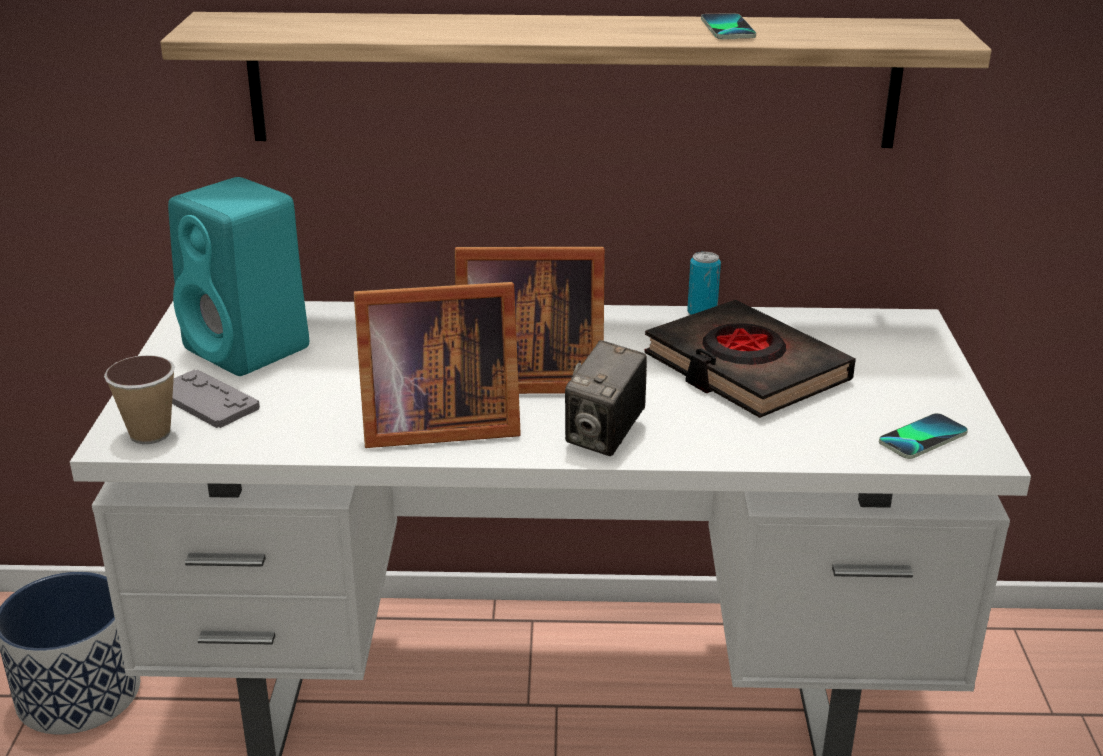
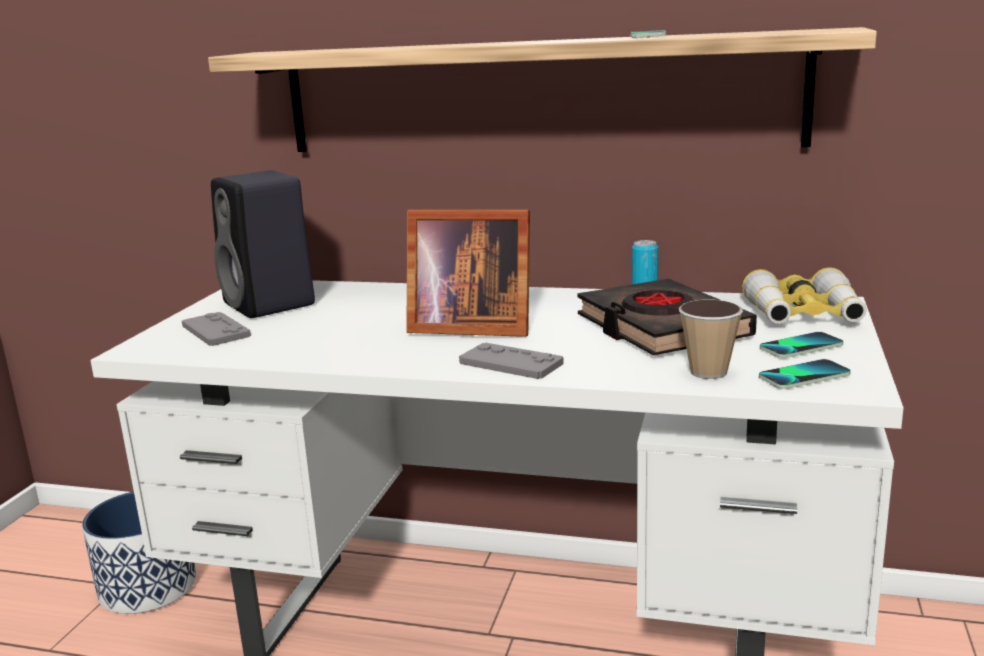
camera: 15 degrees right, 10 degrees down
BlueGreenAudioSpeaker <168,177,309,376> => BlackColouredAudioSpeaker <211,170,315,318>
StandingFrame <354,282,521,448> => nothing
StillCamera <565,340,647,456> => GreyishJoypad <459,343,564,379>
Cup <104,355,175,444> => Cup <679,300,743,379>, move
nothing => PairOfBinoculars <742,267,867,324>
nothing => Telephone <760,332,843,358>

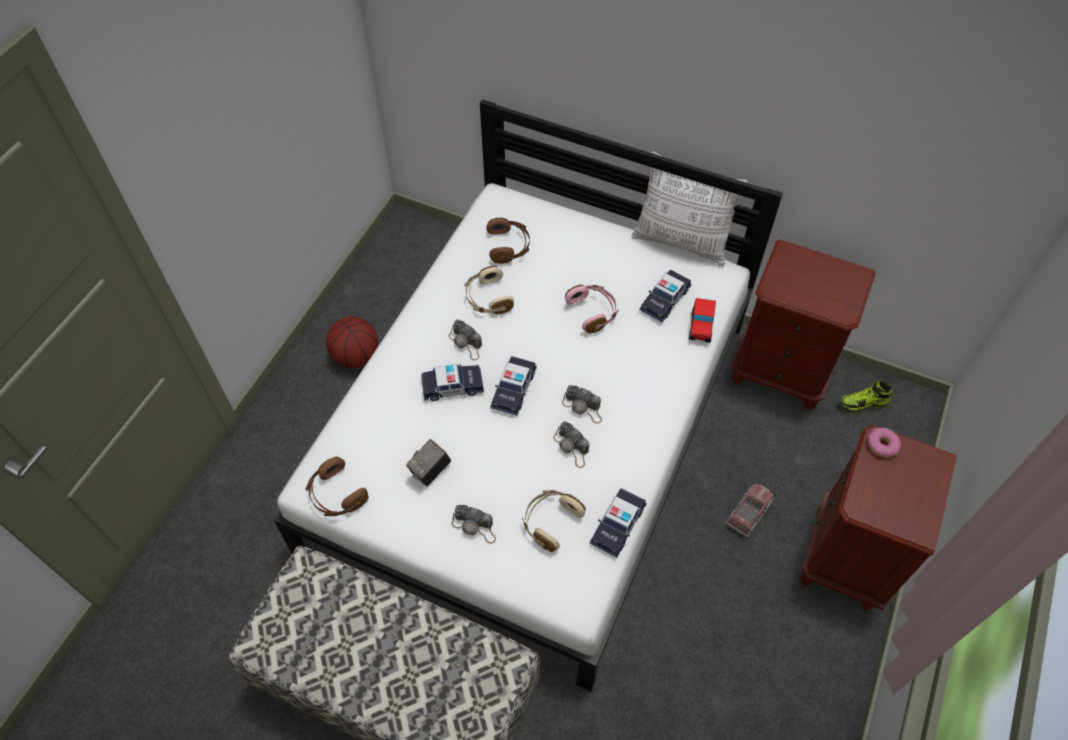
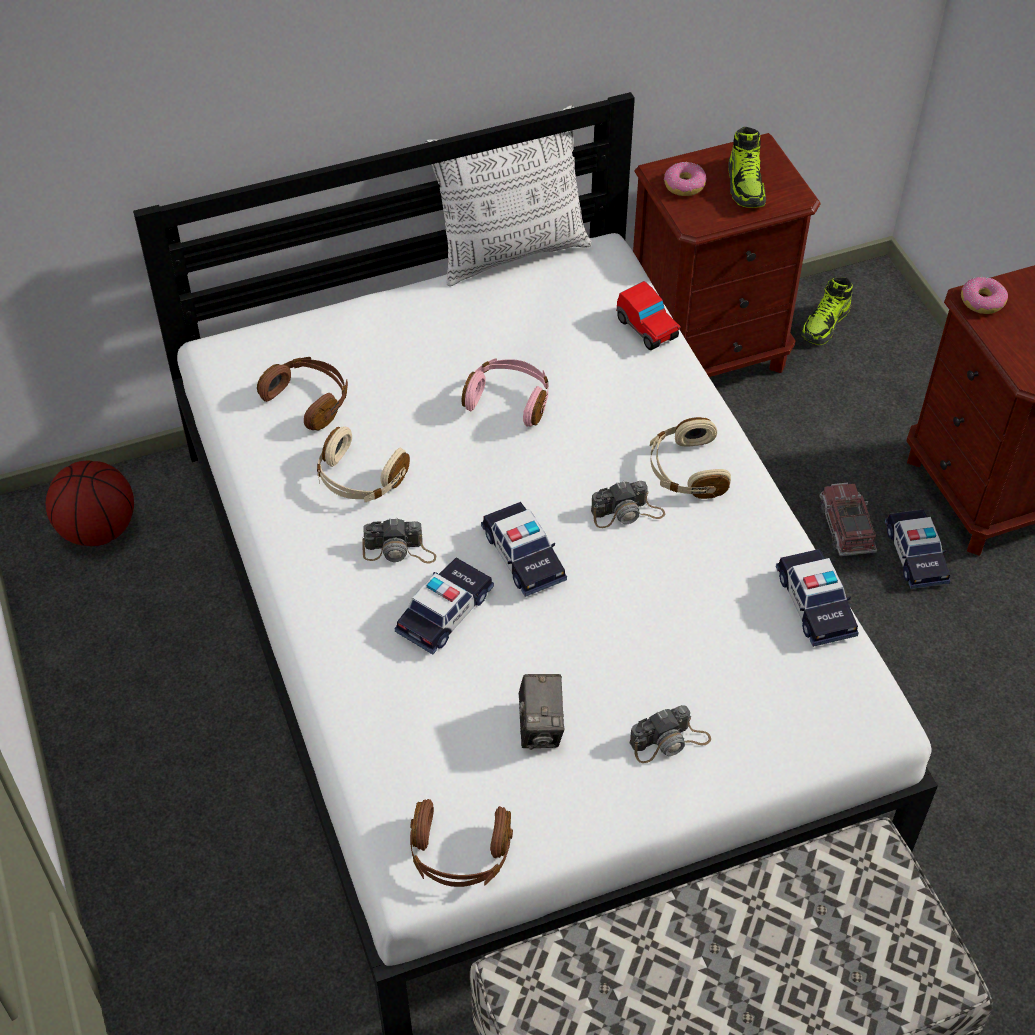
camera: 45 degrees left, 5 degrees down
ToyCar <640,270,692,322> => ToyCar <885,509,950,589>, move
BasketballBall <326,317,378,368> => BasketballBall <46,461,134,546>, move
StillCamera <553,421,589,468> => nothing
BeigeHeadset <522,490,586,552> => BeigeHeadset <650,417,731,499>, move
nothing => Shoe <728,127,766,208>
nothing => Donut <664,162,707,196>

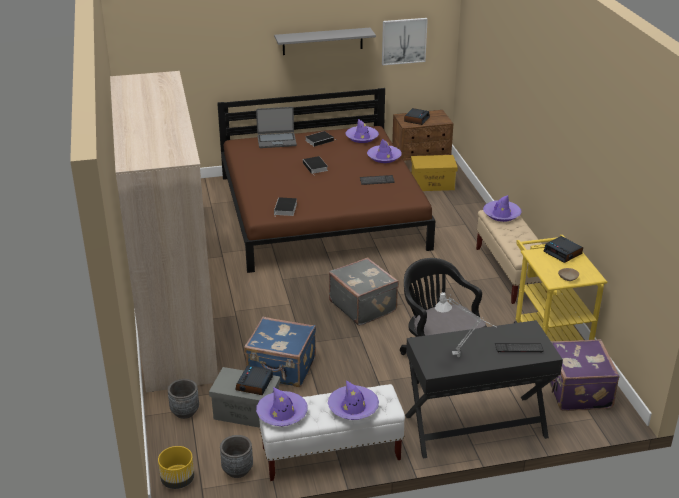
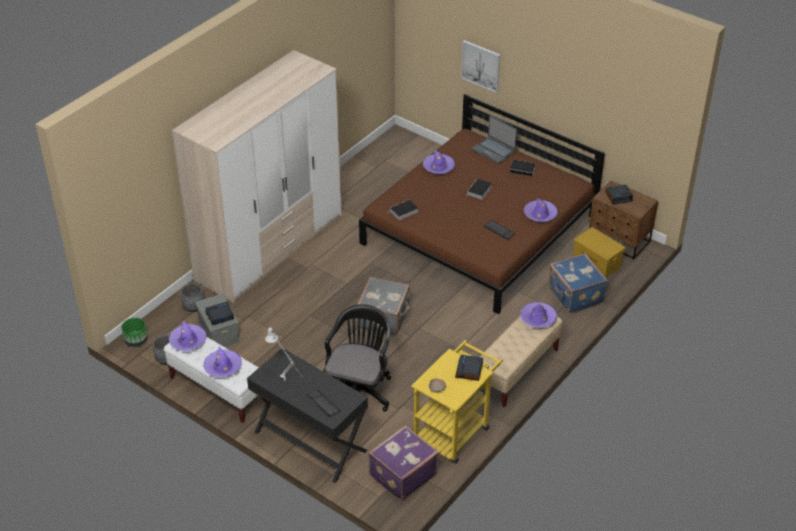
camera: 50 degrees right, 10 degrees up
Picture <382,18,428,65> => Picture <461,40,501,93>, move
GreyishShelf <274,28,376,55> => nothing
PurpleColouredWearableHat <345,119,379,143> => PurpleColouredWearableHat <423,150,455,175>, move
BluishTravelCase <244,317,316,387> => BluishTravelCase <548,253,608,314>, move
YellowishPlanter <158,446,194,489> => GreenishPlanter <121,318,148,347>

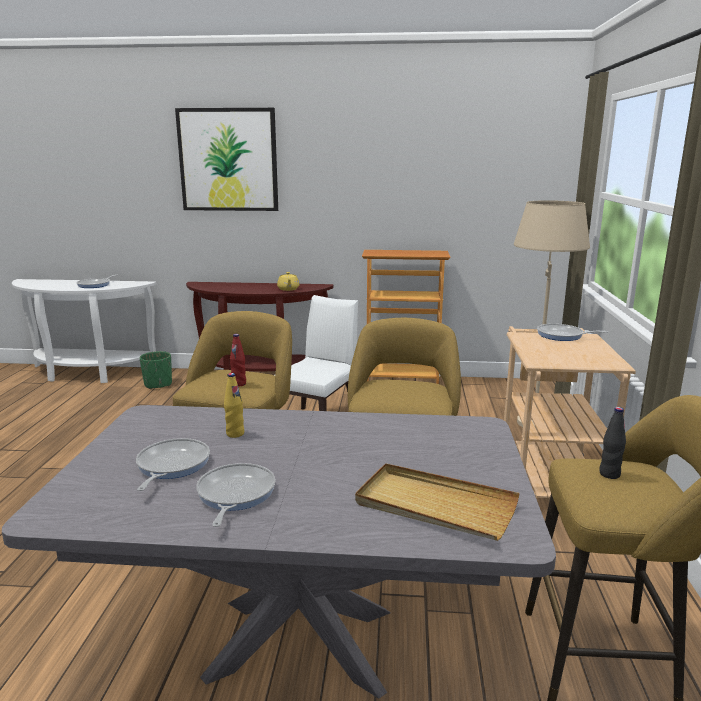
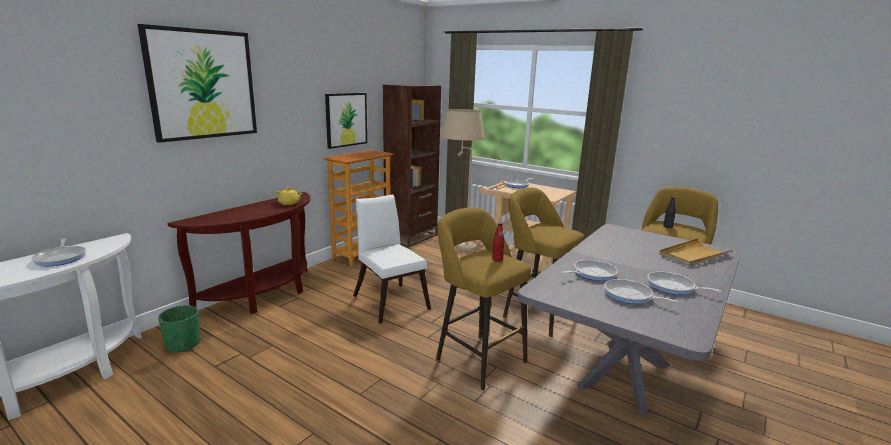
camera: 60 degrees left, 0 degrees up
YellowishDrinkBottle <224,373,244,438> => Skillet <561,260,618,281>
nothing => BrownBookcase <383,84,441,247>
nothing => Picture <325,93,367,149>

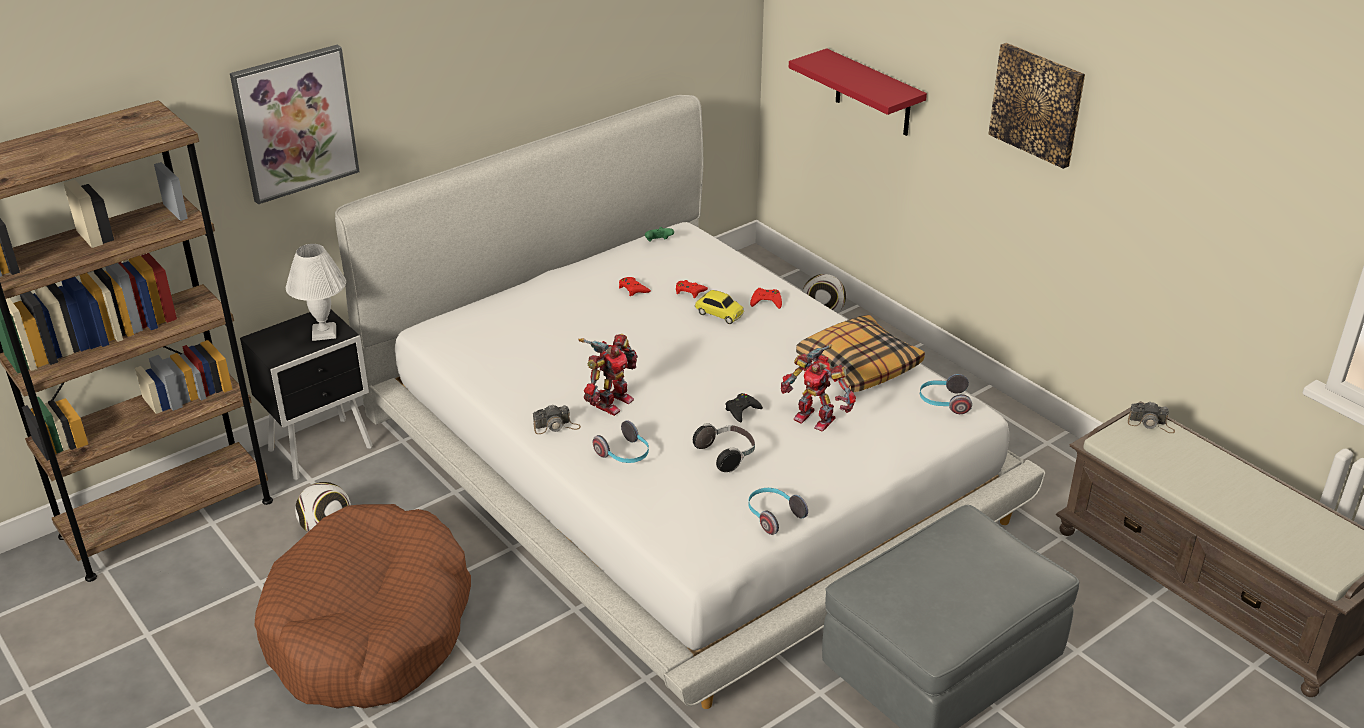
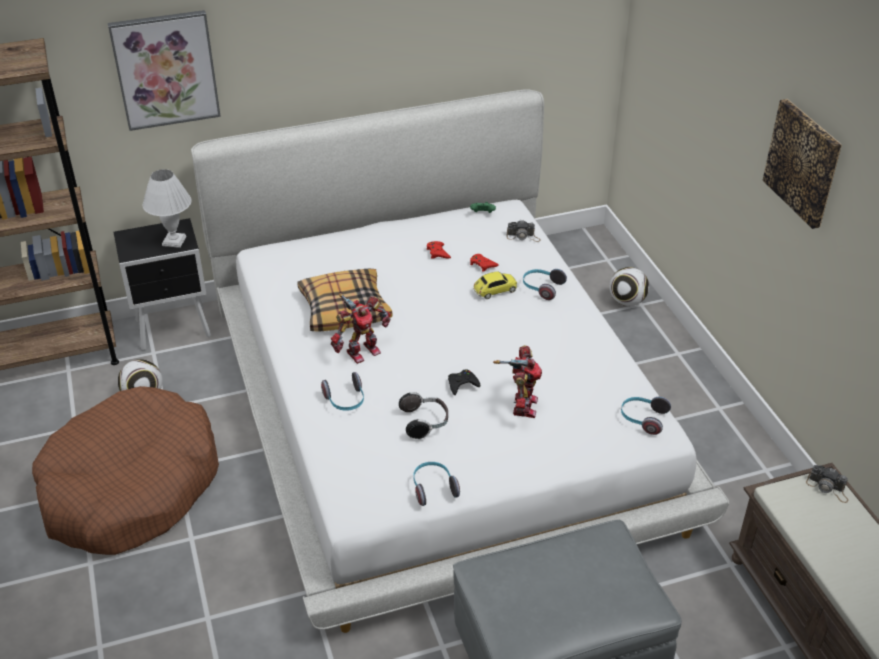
camera: 20 degrees right, 5 degrees up
ReddishShelf <789,48,927,136> => nothing
ReddishJoypad <750,288,782,309> => Headset <523,269,567,300>
ToyCar <695,290,744,324> => ToyCar <473,272,517,299>, 75 degrees counterclockwise
ThrowPillow <796,315,925,392> => ThrowPillow <297,269,392,332>, move
RobotFigure <781,344,856,431> => RobotFigure <493,345,542,418>, 135 degrees counterclockwise
StillCamera <533,405,581,434> => StillCamera <507,220,541,242>, move

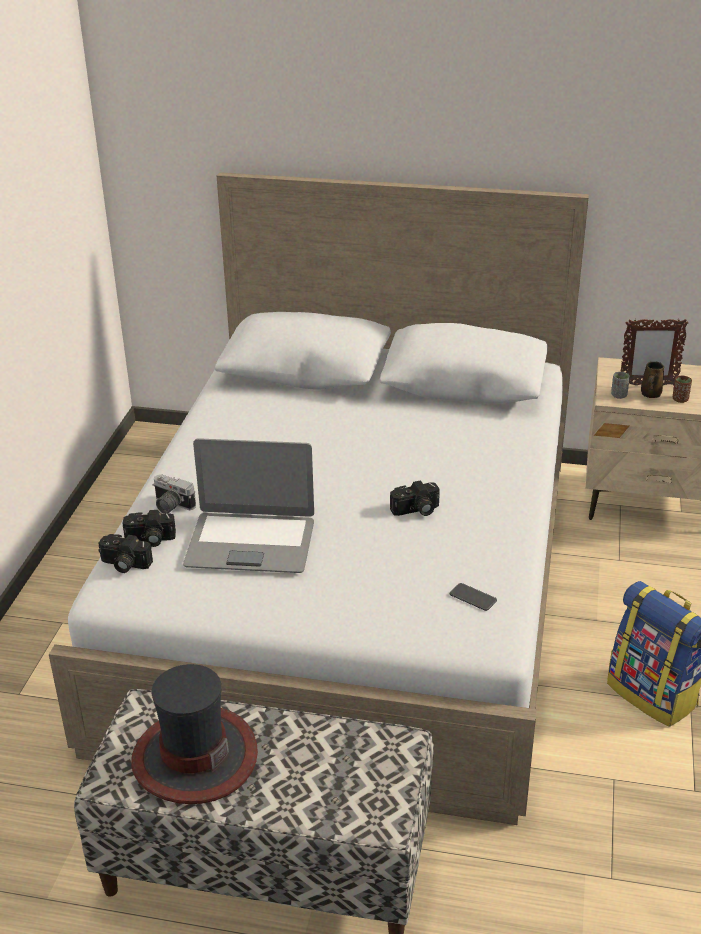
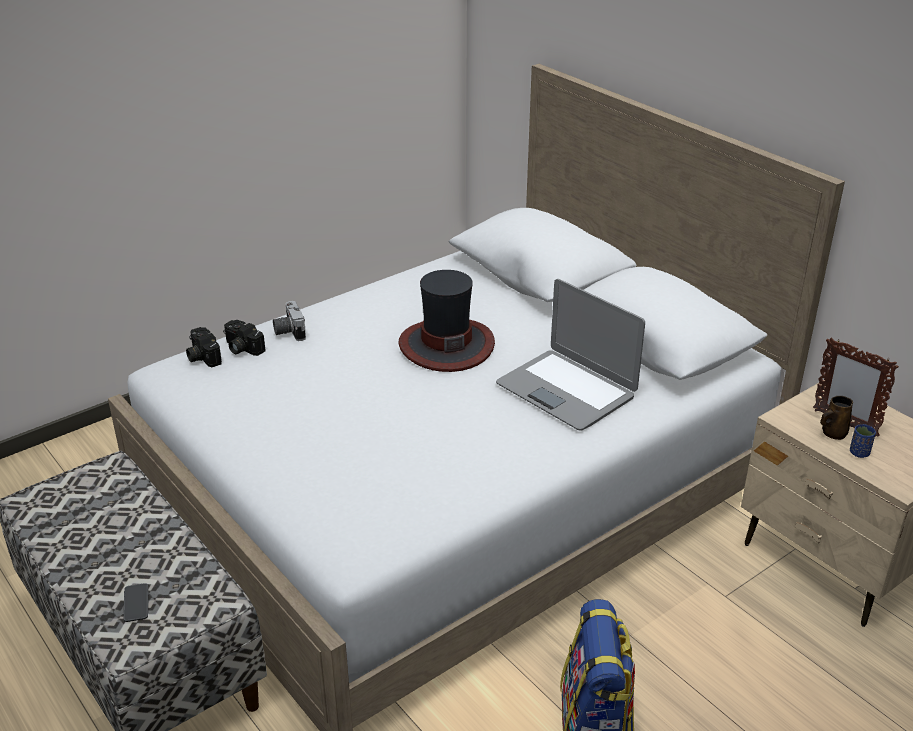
camera: 40 degrees right, 0 degrees up
GreyishCup <611,372,630,399> => nothing
BrownCup <673,376,692,403> => BluishCup <850,424,876,458>
PortableComputer <183,438,314,573> => PortableComputer <496,279,645,430>, move
StillCamera <390,480,440,516> => nothing
Telephone <450,583,497,611> => Telephone <123,583,149,622>, move
WearableHat <131,664,258,804> => WearableHat <399,270,495,372>, move

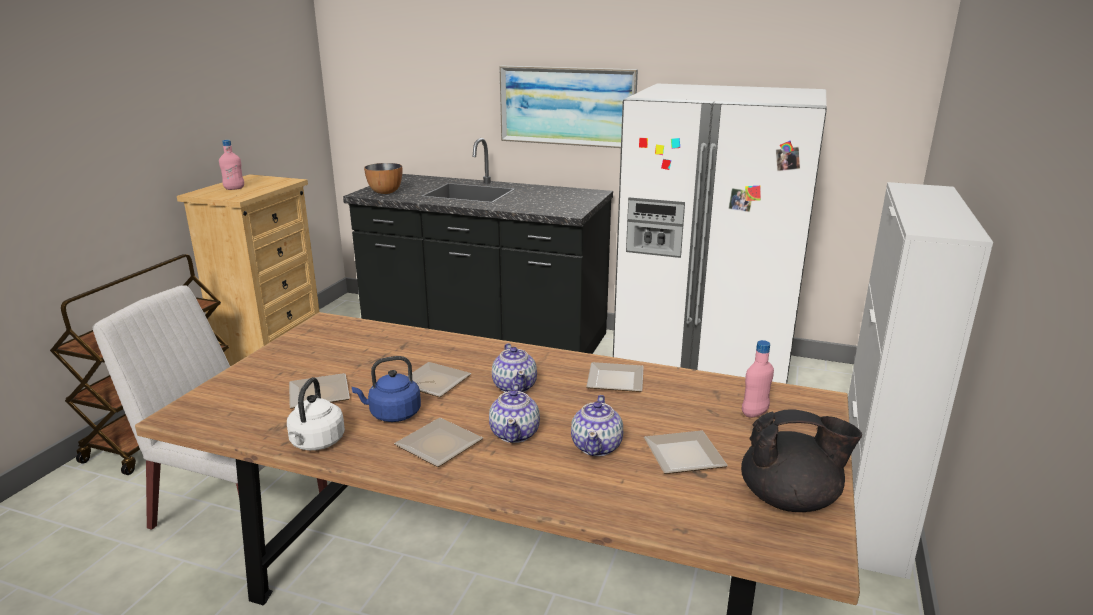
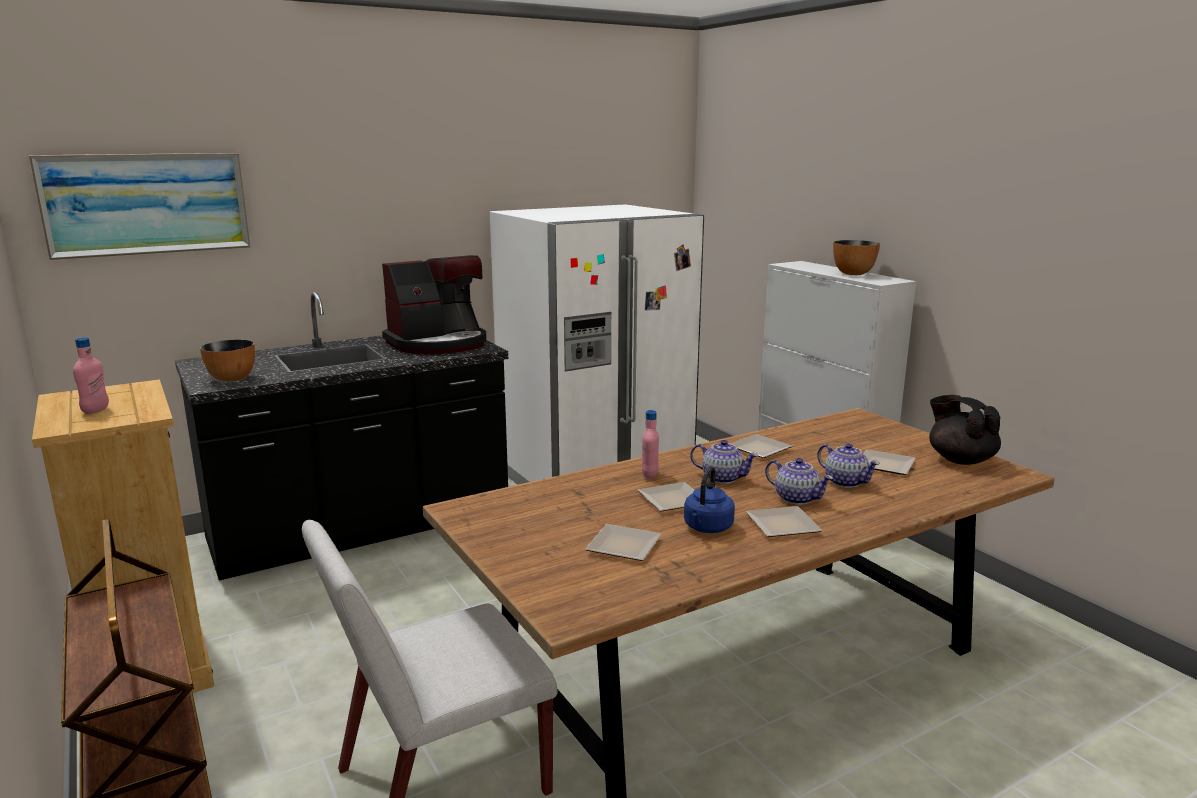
camera: 50 degrees left, 5 degrees down
Picture <499,66,638,148> => Picture <29,153,251,260>, move
PinkColouredDrinkBottle <742,340,774,417> => PinkColouredDrinkBottle <642,410,659,479>, move
WhitishTeaKettle <287,377,345,451> => nothing
BlackColouredPotForTea <741,410,862,512> => BlackColouredPotForTea <929,395,1001,465>, 75 degrees counterclockwise
nothing => ServingBowl <833,240,880,275>
nothing => CoffeeMachine <382,255,486,354>

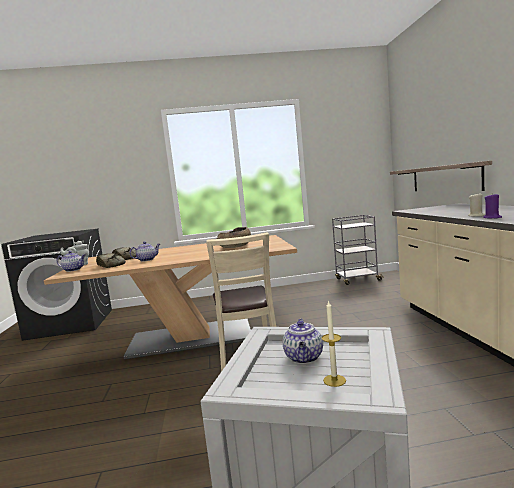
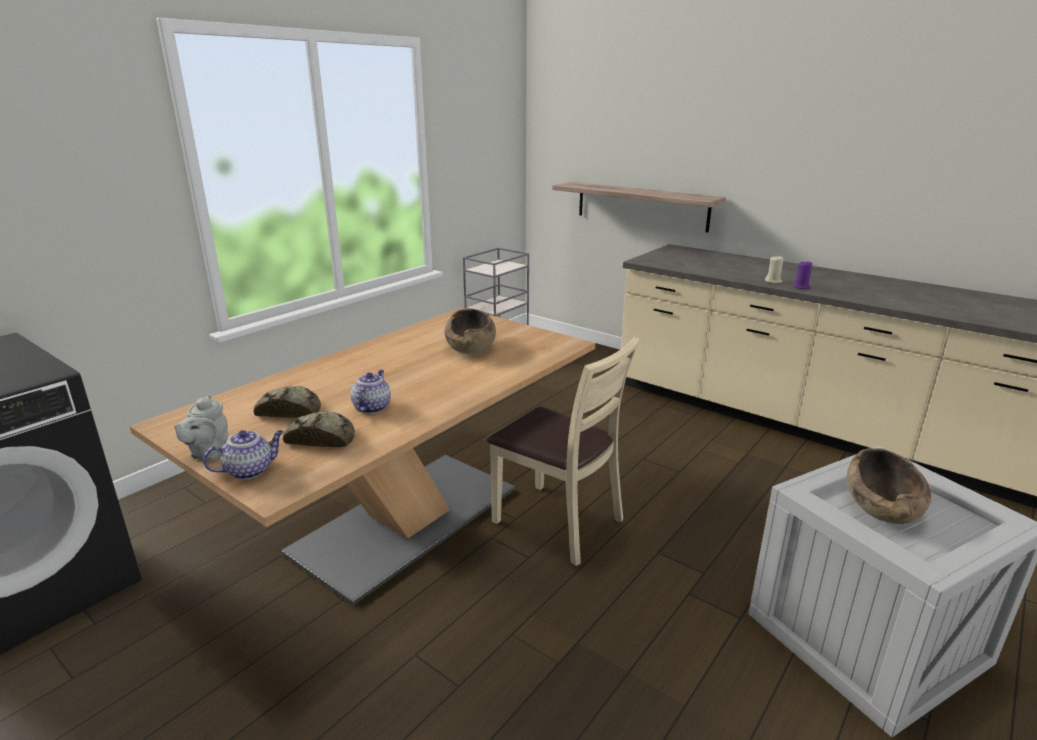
camera: 45 degrees left, 15 degrees up
WaxCandle <322,300,346,387> => nothing
PotForTea <283,319,323,364> => BrownServingBowl <847,448,931,524>

